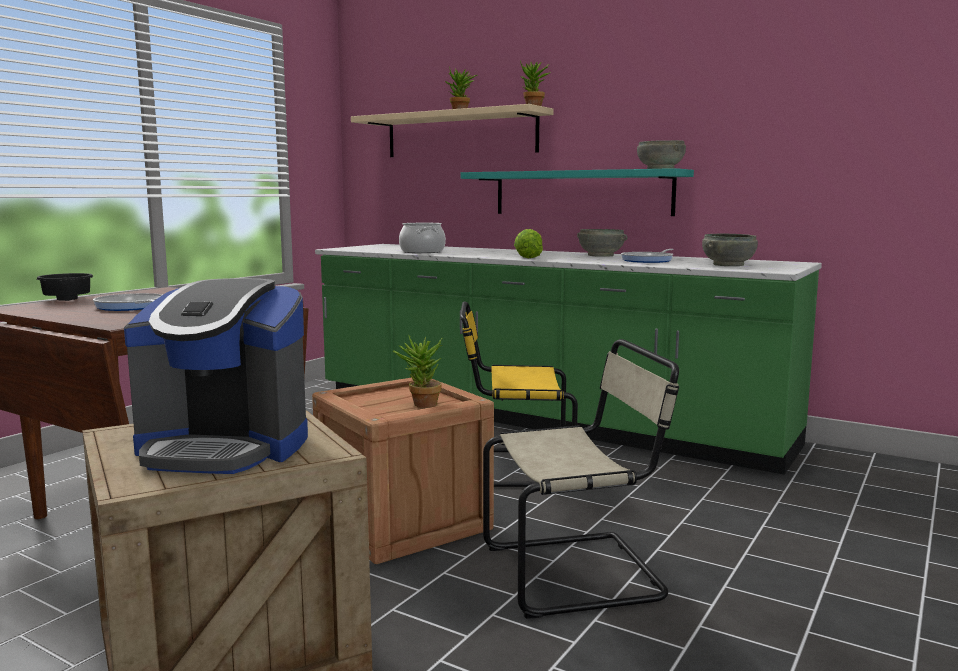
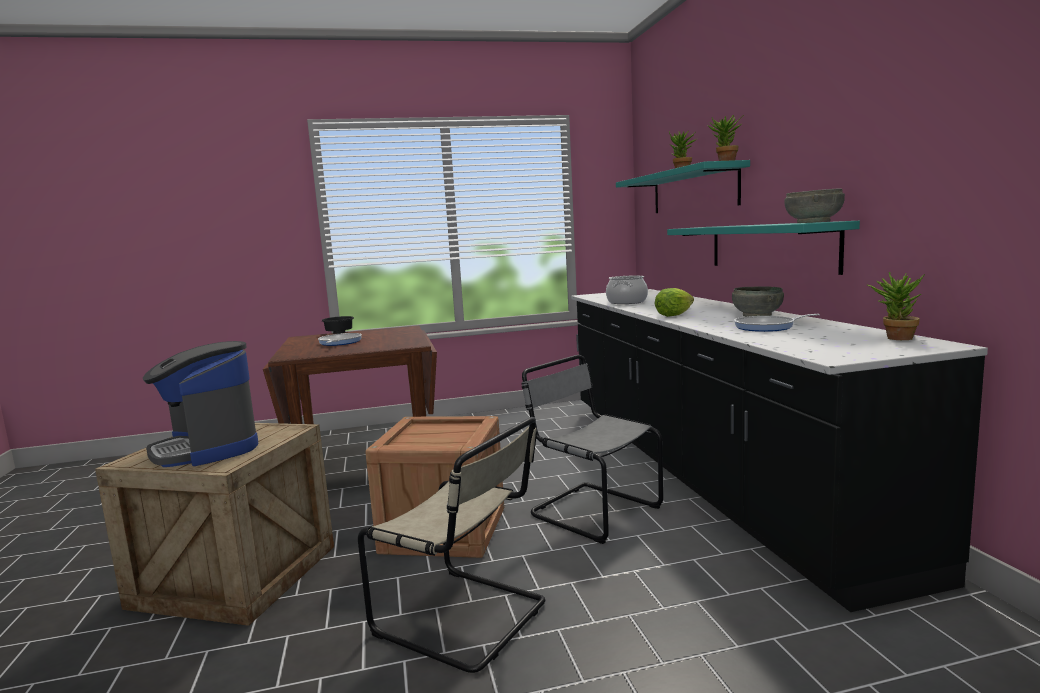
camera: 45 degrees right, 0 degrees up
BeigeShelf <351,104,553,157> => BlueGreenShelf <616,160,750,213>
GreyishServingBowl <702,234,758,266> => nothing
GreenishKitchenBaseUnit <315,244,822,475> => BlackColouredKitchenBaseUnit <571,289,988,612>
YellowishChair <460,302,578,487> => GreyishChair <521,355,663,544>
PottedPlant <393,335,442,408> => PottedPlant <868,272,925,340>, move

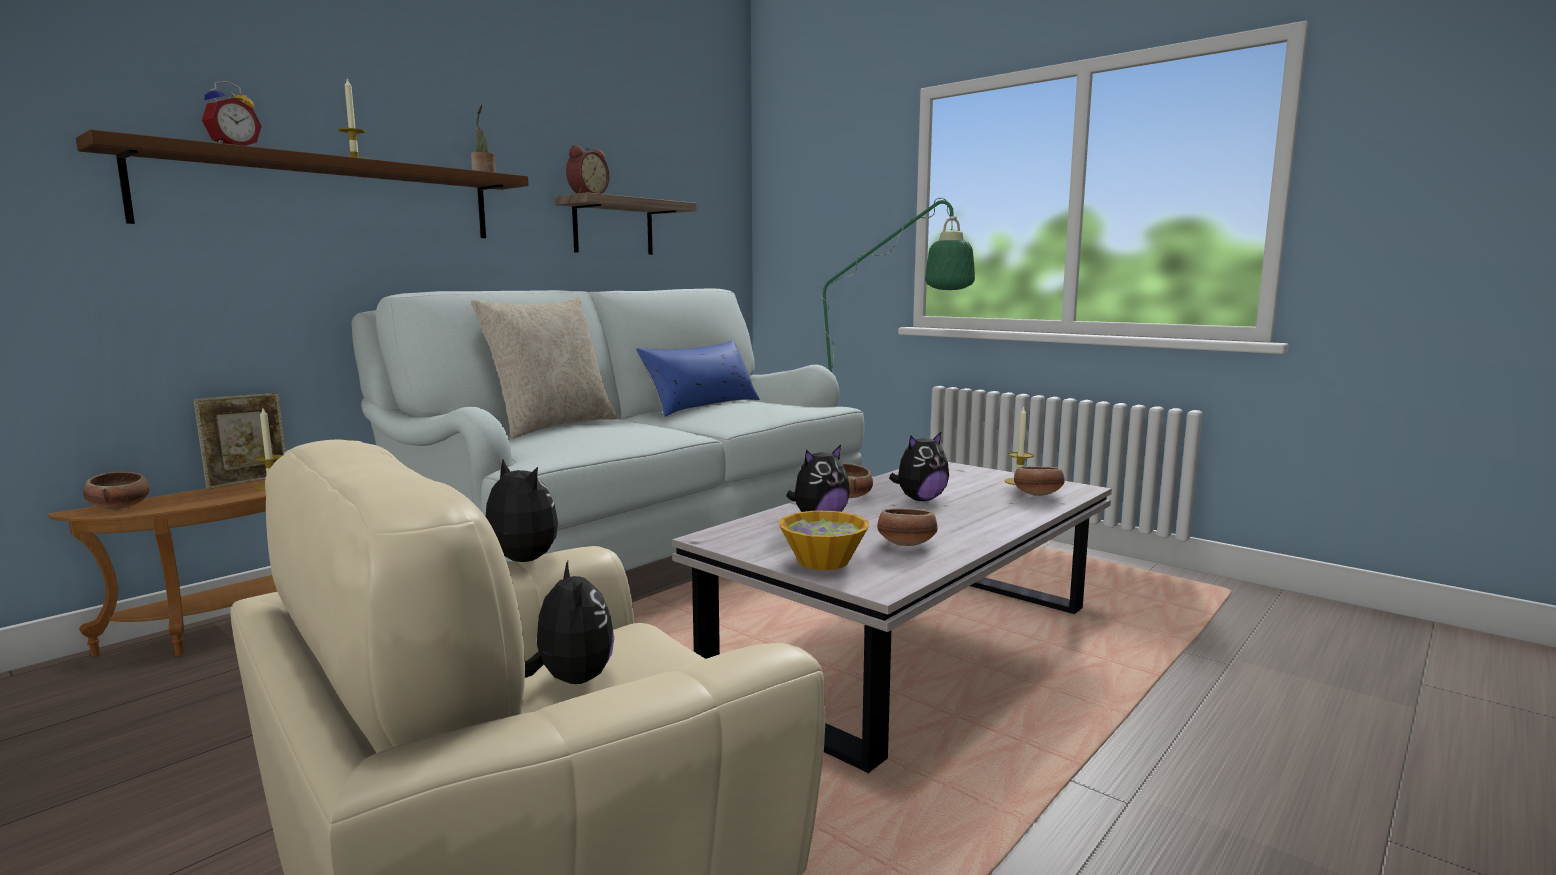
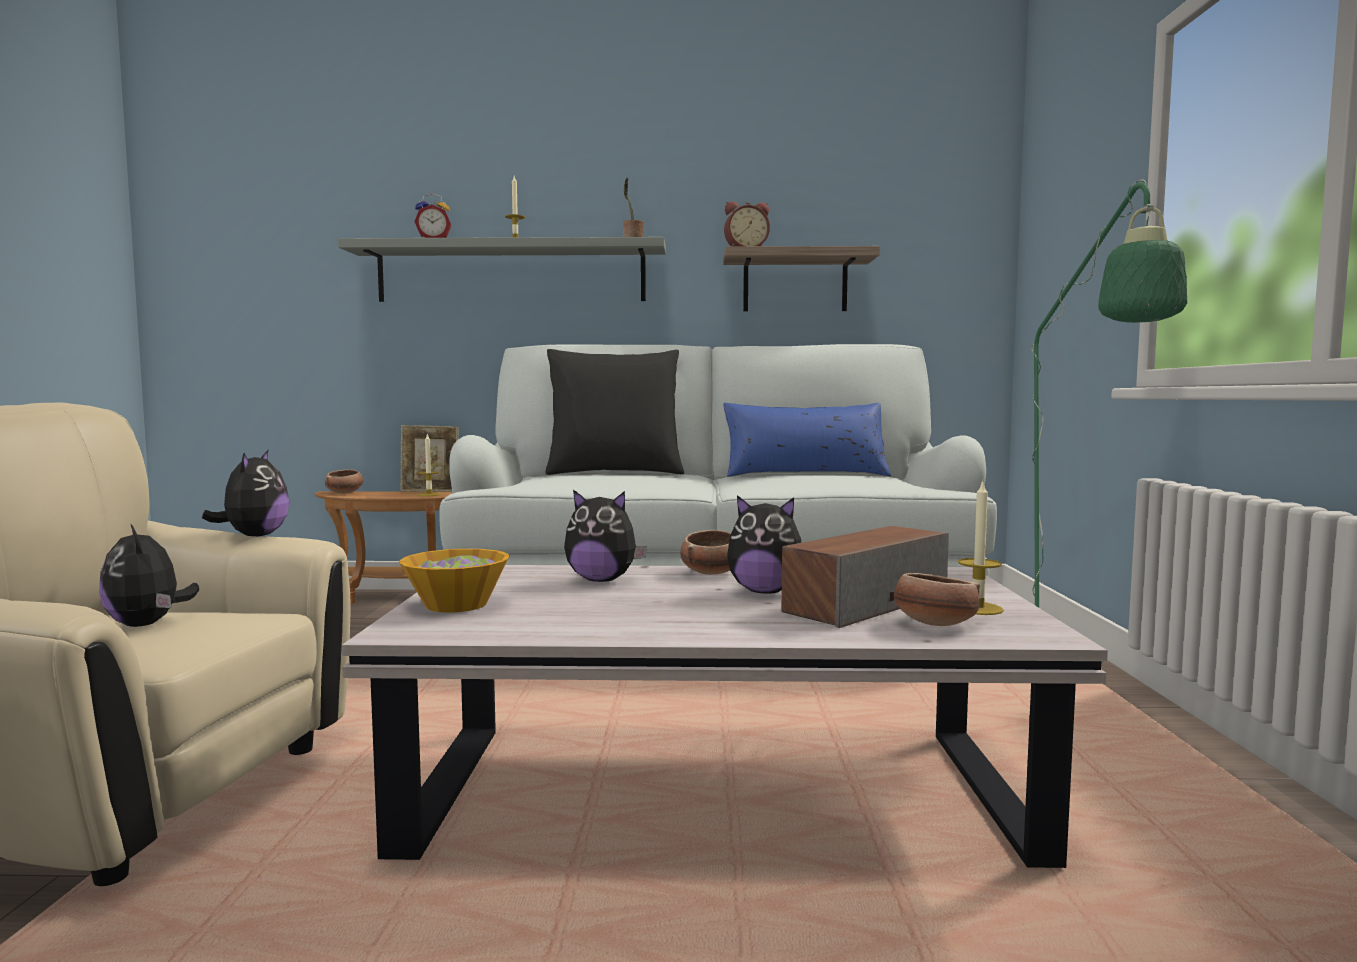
camera: 50 degrees right, 5 degrees down
BrownShelf <76,129,529,238> => GreyishShelf <338,237,666,302>
BeigeThrowPillow <471,297,618,438> => BlackColouredThrowPillow <546,349,684,475>
ServingBowl <877,508,938,546> => nothing
CuddlyToy <525,561,614,684> => CuddlyToy <99,525,199,627>, 120 degrees clockwise
nothing => AudioSpeaker <781,526,949,628>

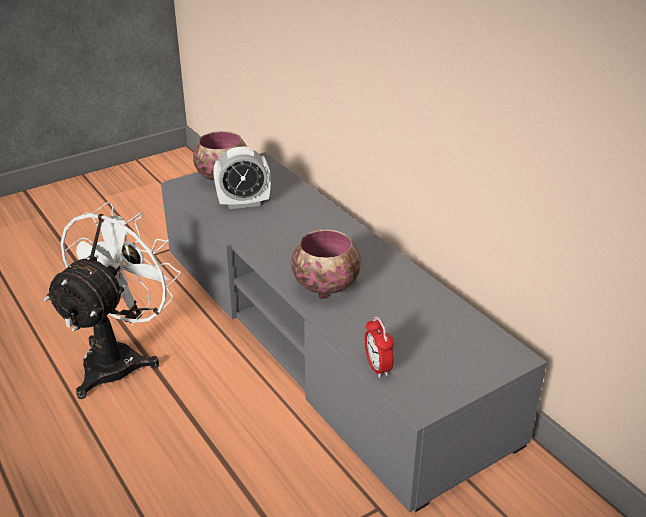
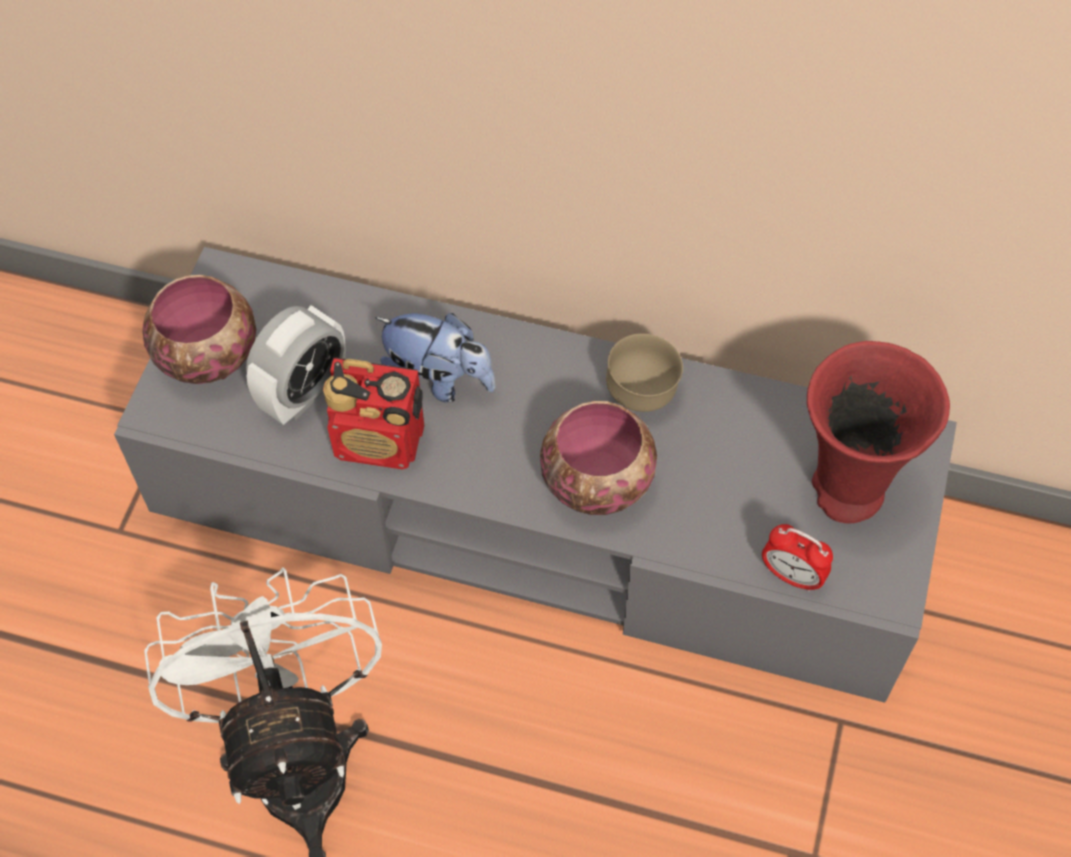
camera: 40 degrees left, 25 degrees up
nothing => CuddlyToy <375,313,496,402>
nothing => BrownServingBowl <606,333,683,412>
nothing => ReddishVase <807,341,950,523>
nothing => RadioSet <323,358,424,470>

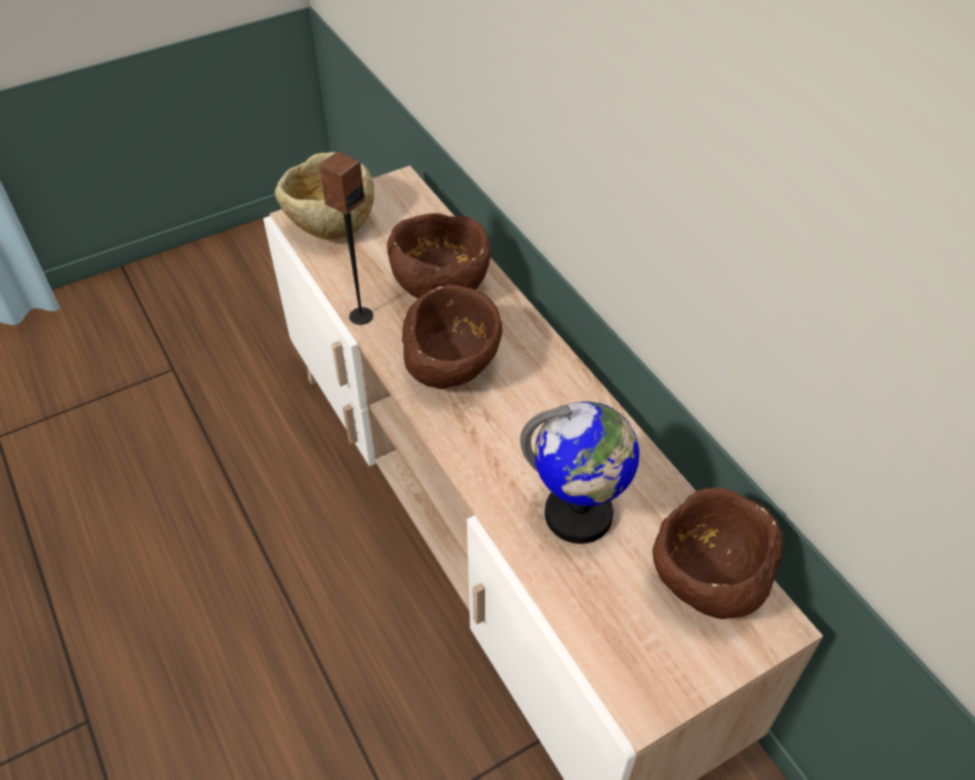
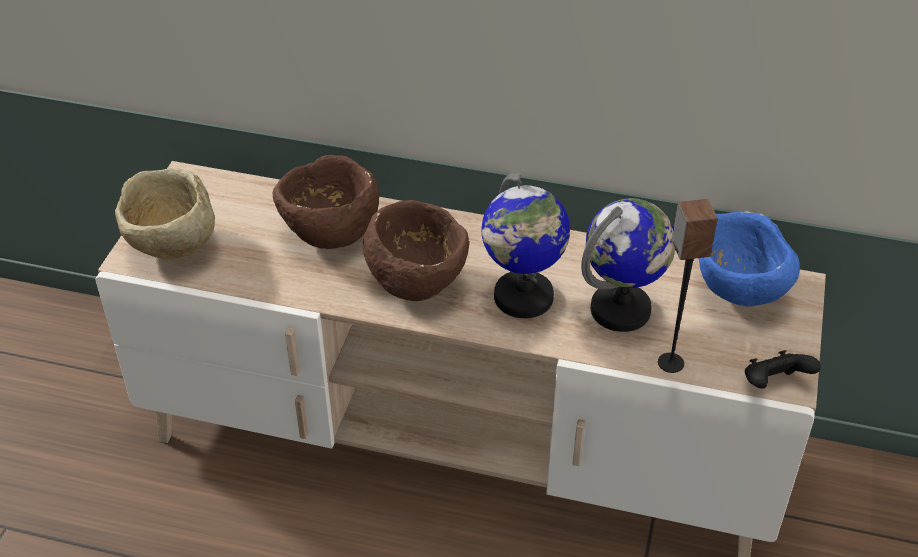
camera: 45 degrees left, 5 degrees down
AudioSpeaker <319,151,373,325> => AudioSpeaker <658,199,718,373>, move
BrownServingBowl <653,487,783,619> => BluishServingBowl <698,211,800,307>
nothing => WorldGlobe <481,173,570,318>
nothing => BlackColouredJoypad <745,350,821,389>

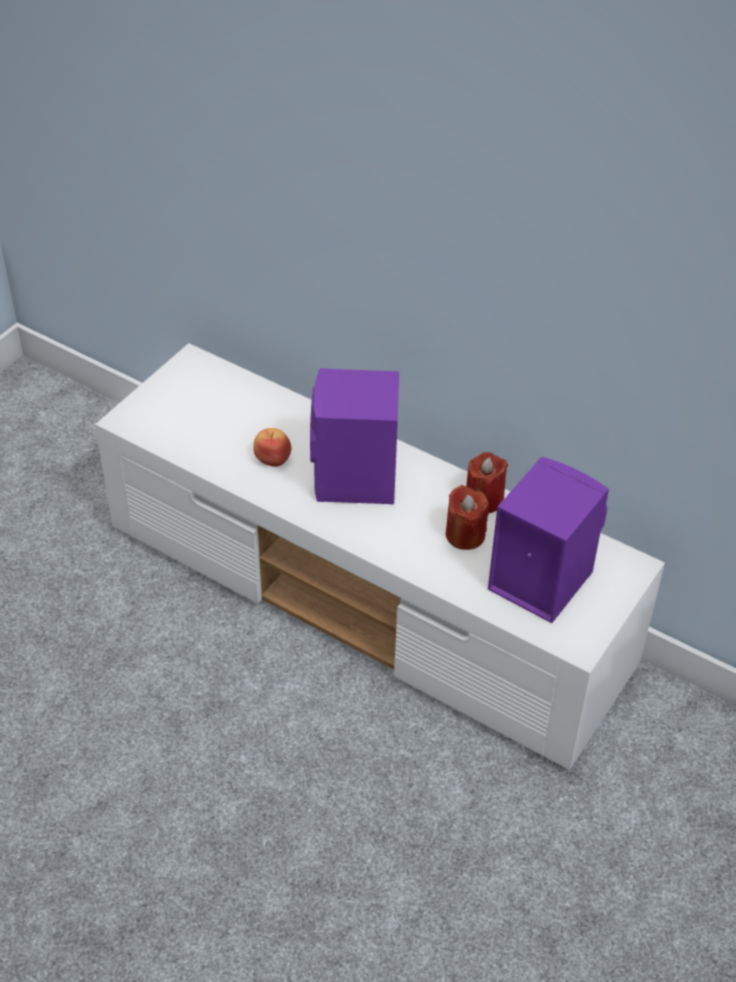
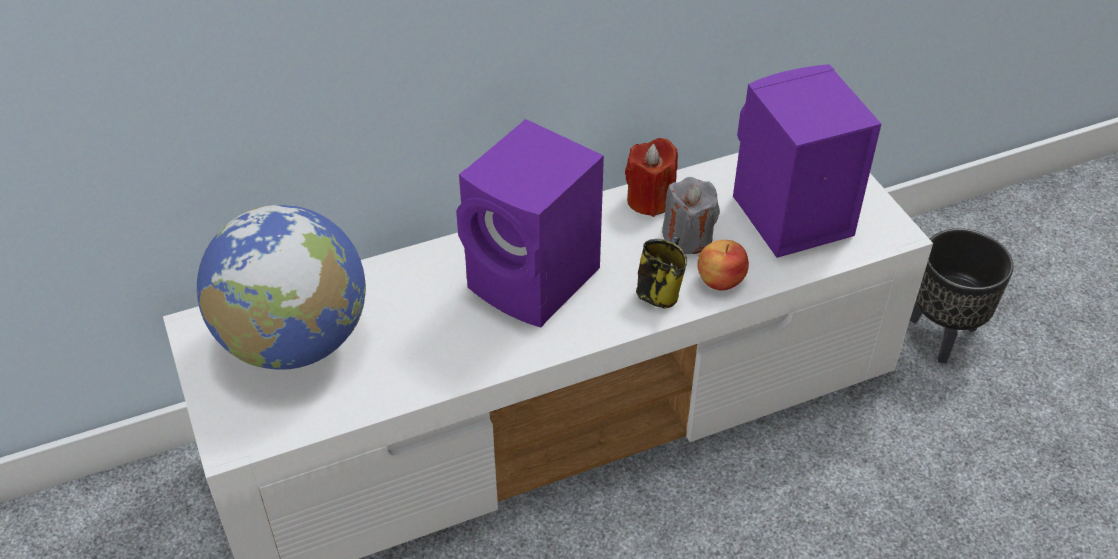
camera: 55 degrees left, 0 degrees up
Apple <253,428,291,467> => Apple <697,240,749,290>, move
ReddishWaxCandle <446,485,489,550> => GreyishWaxCandle <662,177,720,254>
nothing => WorldGlobe <197,205,366,370>
nothing => BlackColouredPlanter <910,228,1014,363>
nothing => TeaMug <636,236,687,309>

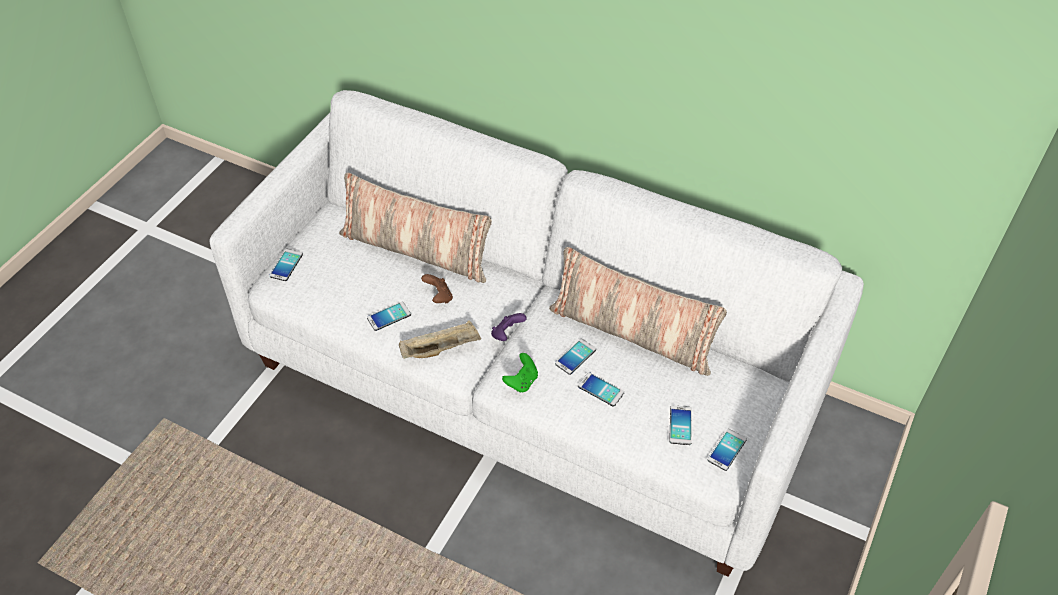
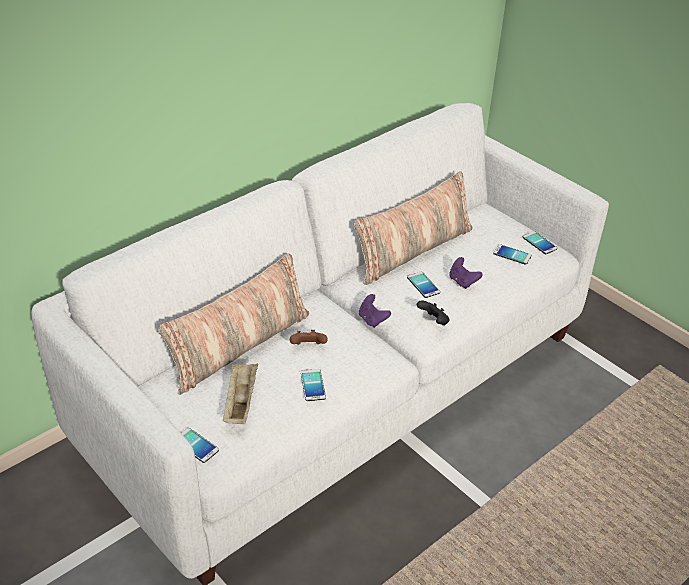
camera: 70 degrees left, 10 degrees down
BeigeServingTray <399,321,481,359> => BeigeServingTray <223,363,258,424>, move
GreenishJoypad <502,353,538,393> => BlackColouredJoypad <417,300,450,325>
Telephone <578,372,624,406> => PurpleColouredJoypad <449,257,482,289>

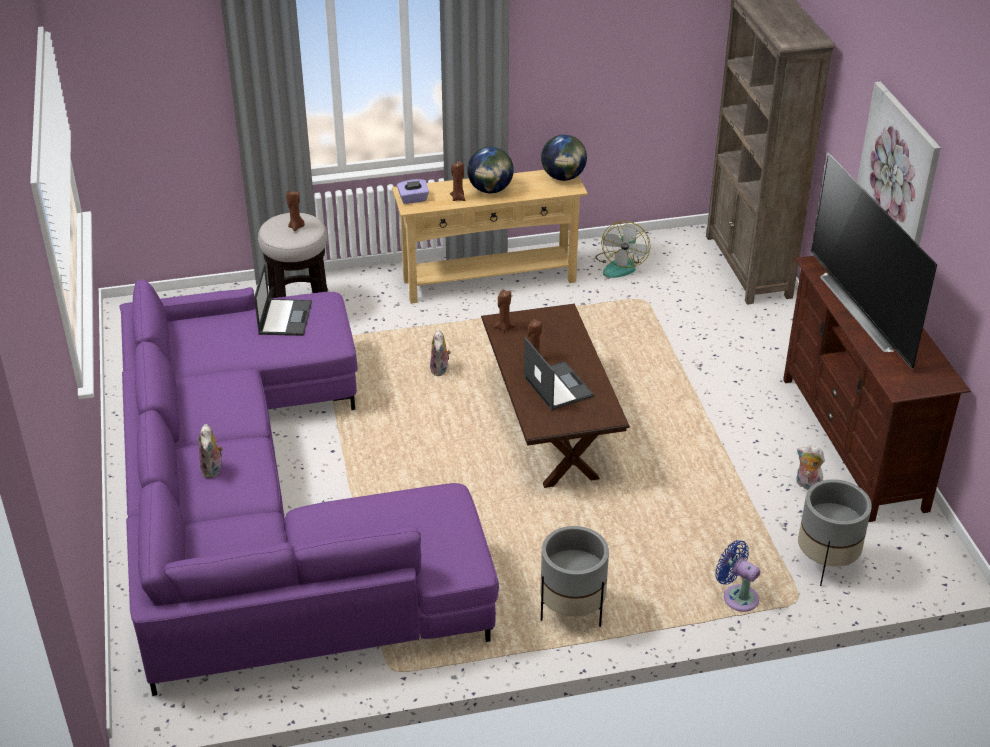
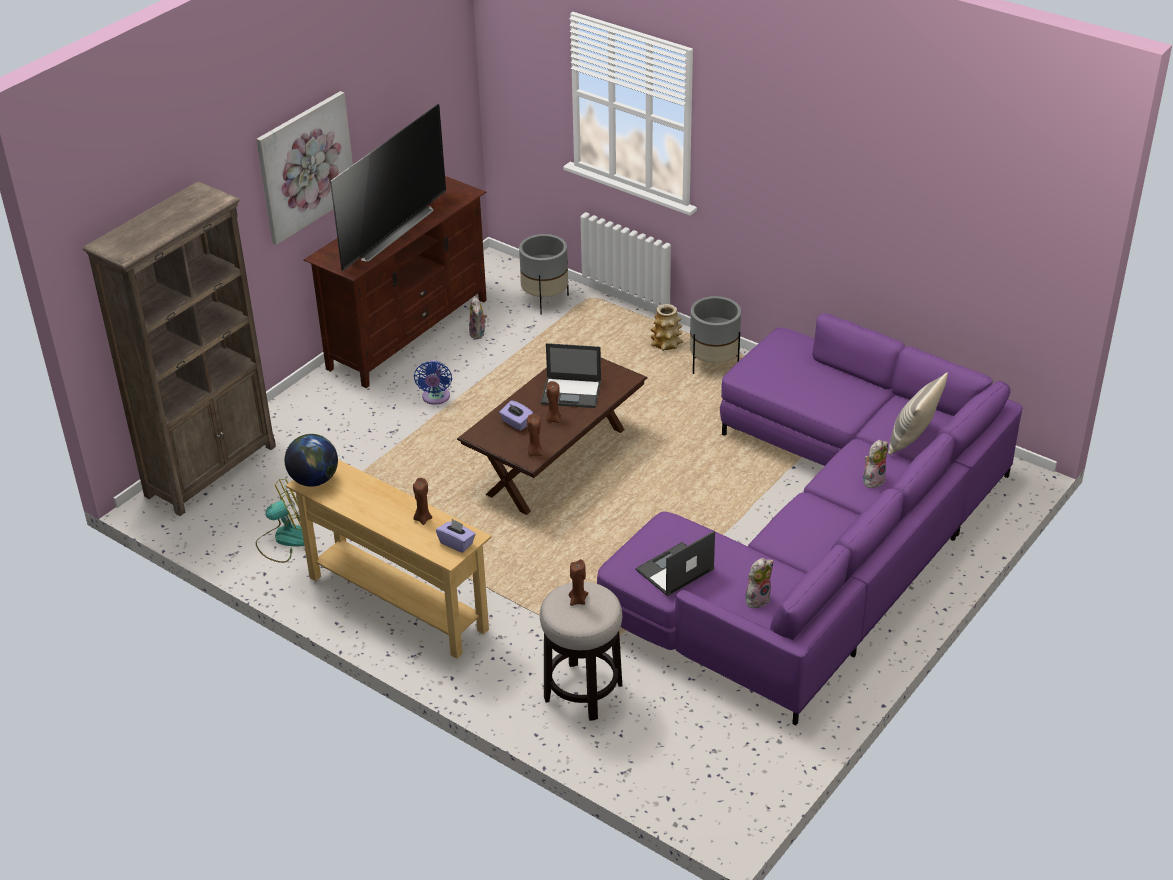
camera: 130 degrees left, 0 degrees up
WorldGlobe <467,147,514,193> => nothing
CuddlyToy <430,330,451,376> => CuddlyToy <745,558,774,608>, move
PortableComputer <523,337,594,410> => PortableComputer <541,343,601,408>, 105 degrees counterclockwise
BluishElectricFan <715,540,761,612> => BluishElectricFan <414,360,452,405>, move
nothing => Vase <650,304,683,351>
nothing => ThrowPillow <888,372,948,455>
nothing => PurpleColouredTissueBox <499,400,533,431>

